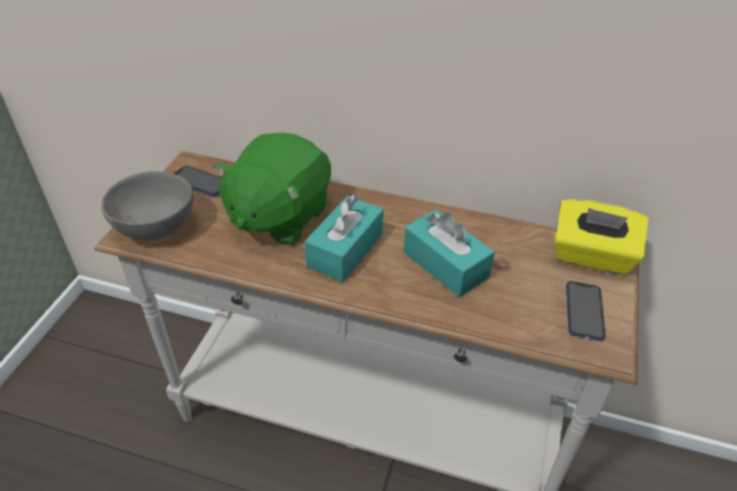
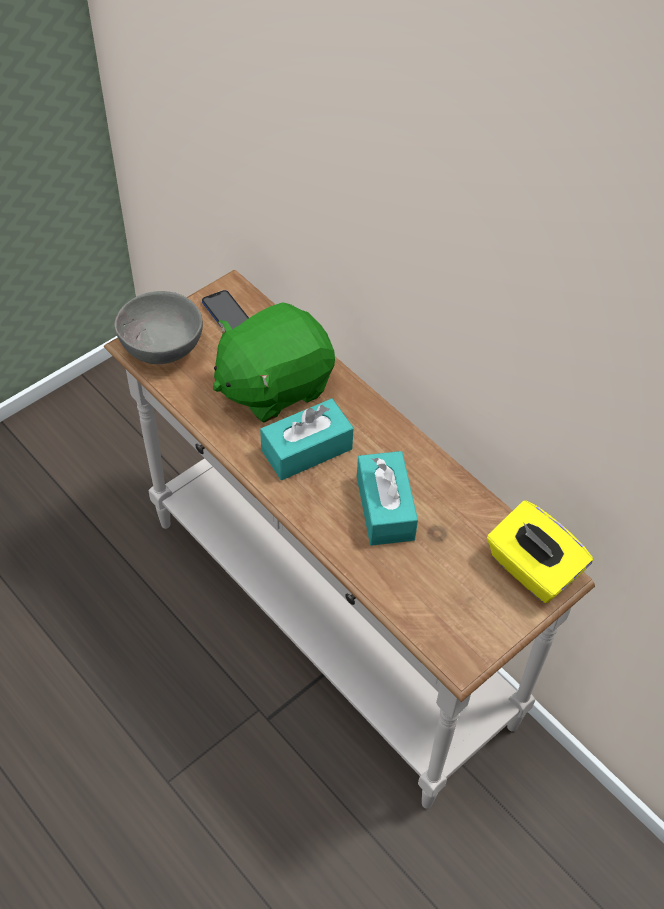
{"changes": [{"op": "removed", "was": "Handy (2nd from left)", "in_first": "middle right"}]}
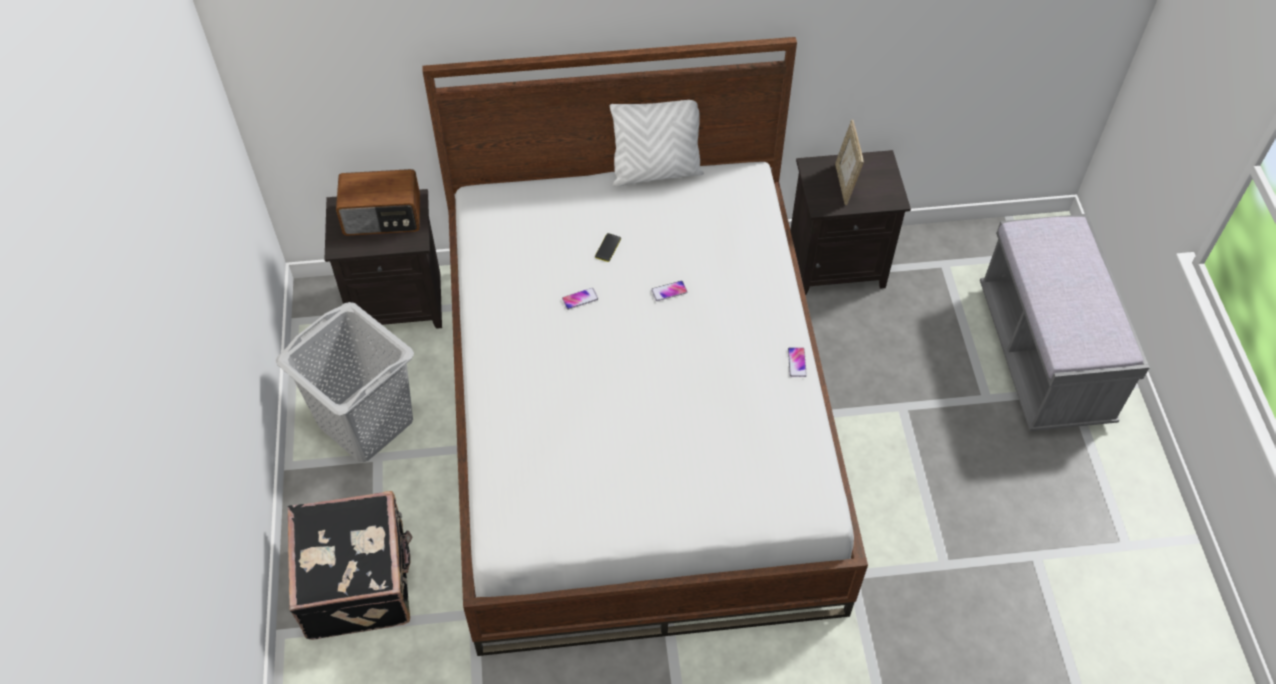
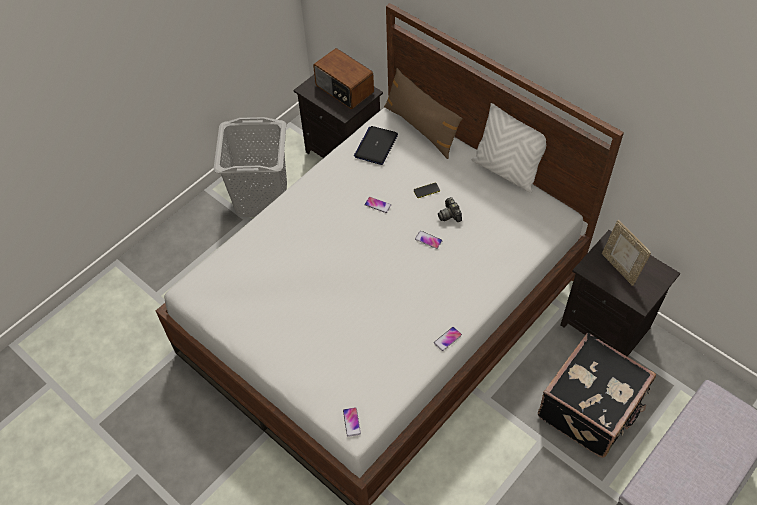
{"changes": [{"op": "added", "now": "Handy (1st from left)", "in_second": "bottom centre"}, {"op": "added", "now": "Laptop", "in_second": "top centre"}, {"op": "added", "now": "Kissen (braun)", "in_second": "top centre"}, {"op": "added", "now": "Kamera", "in_second": "centre"}, {"op": "moved", "was": "Koffer (schwarz)", "in_first": "bottom left", "in_second": "bottom right"}, {"op": "turned", "was": "Bilderrahmen", "in_first": "top centre", "in_second": "middle right", "clockwise": -75}]}
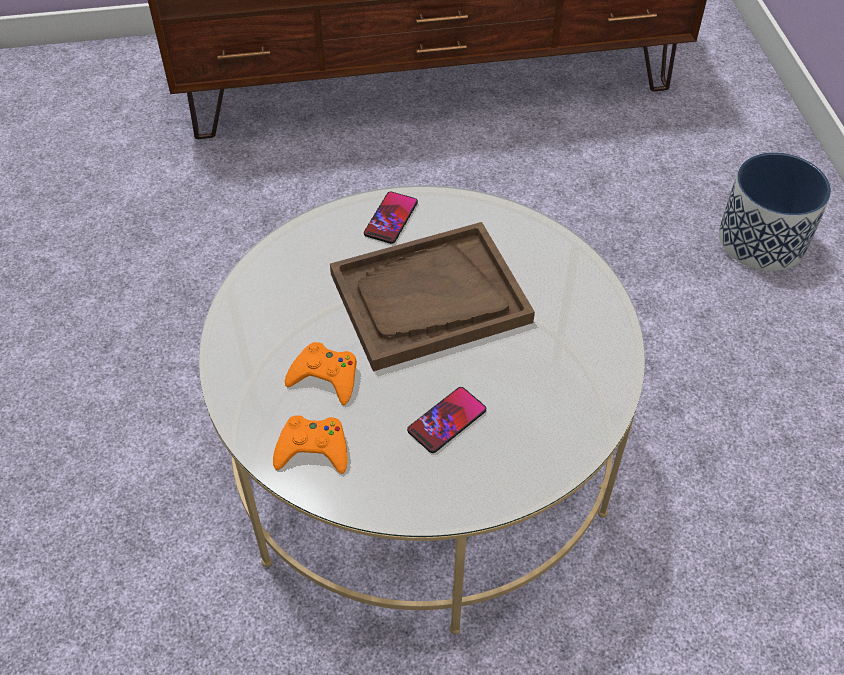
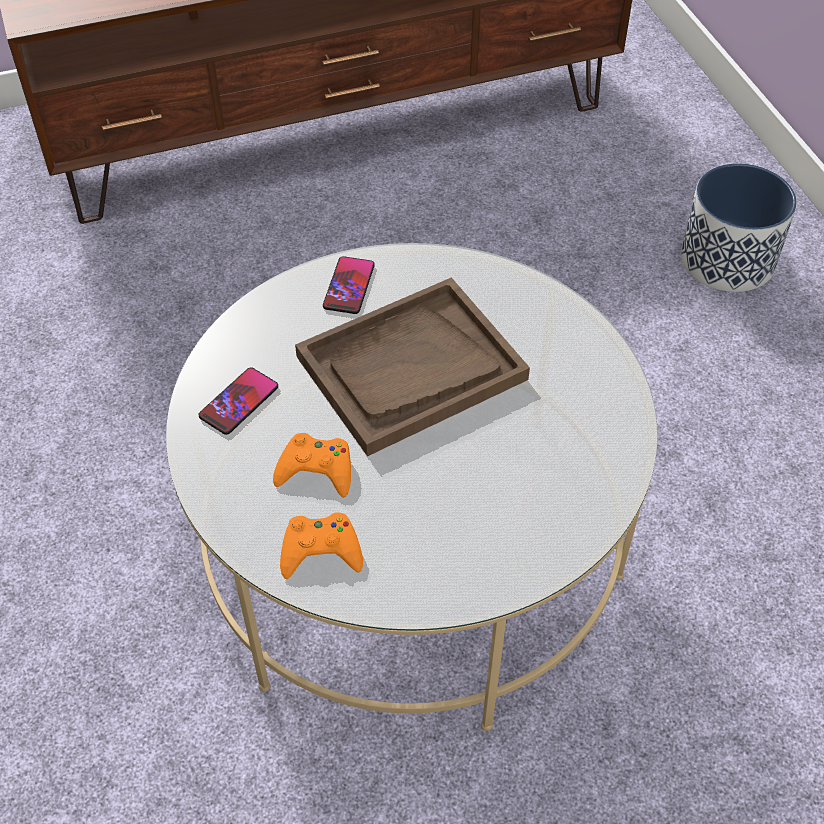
{"changes": [{"op": "moved", "was": "Handy (2nd from left in the first image)", "now": "Handy (1st from left)", "in_first": "centre", "in_second": "middle left"}]}
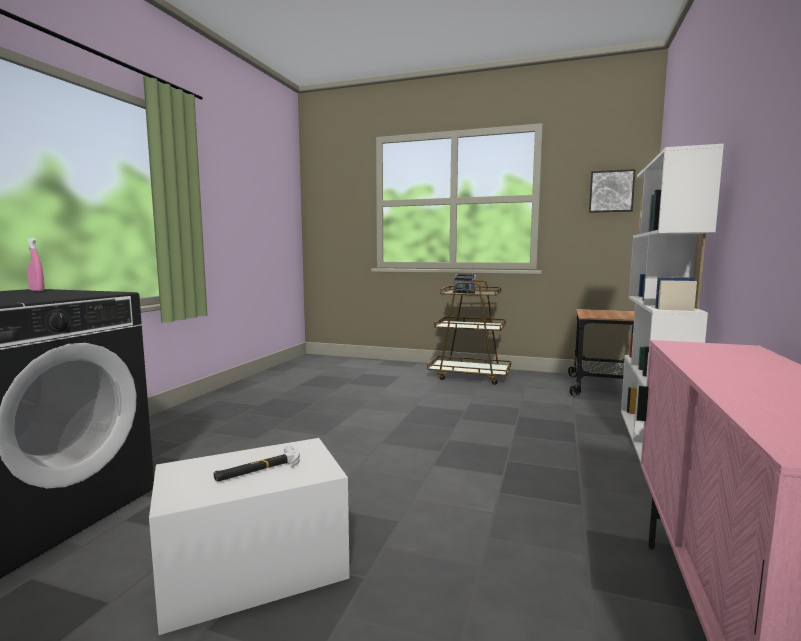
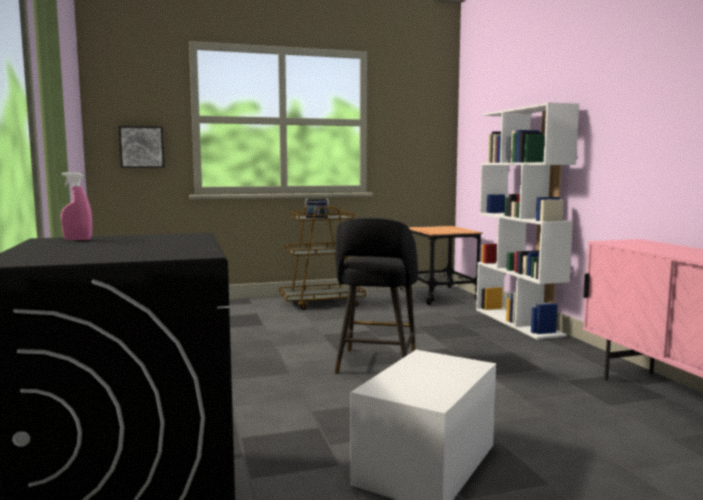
{"changes": [{"op": "removed", "was": "Hammer", "in_first": "bottom left"}, {"op": "added", "now": "Hocker (schwarz)", "in_second": "centre"}, {"op": "moved", "was": "Bild", "in_first": "top right", "in_second": "top left"}]}
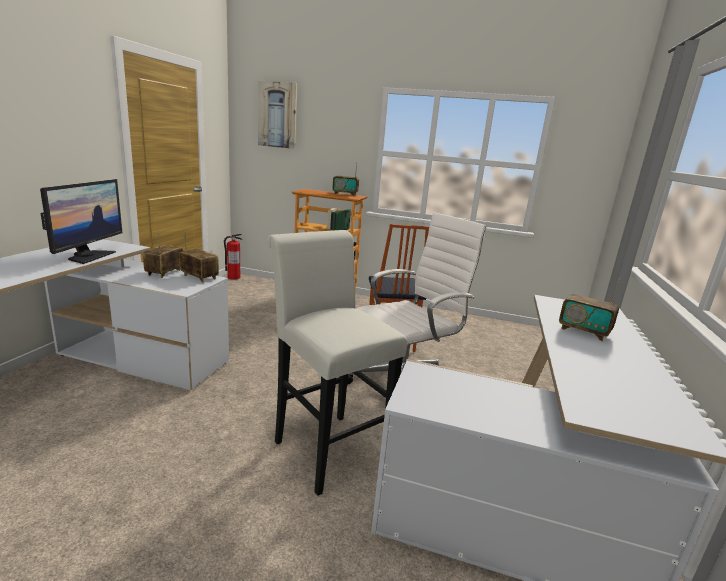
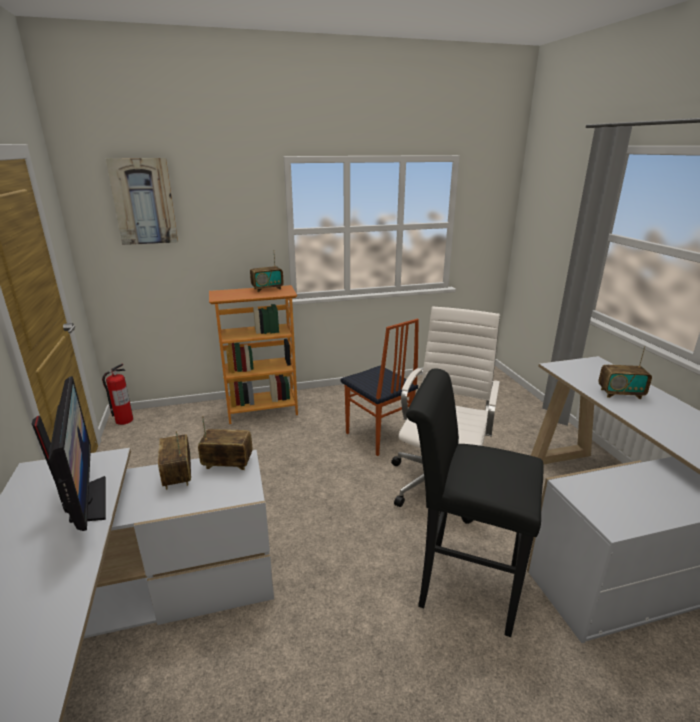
{"changes": [{"op": "recoloured", "was": "Hocker (weiß)", "now": "Hocker (schwarz)", "in_first": "centre", "in_second": "bottom right"}]}
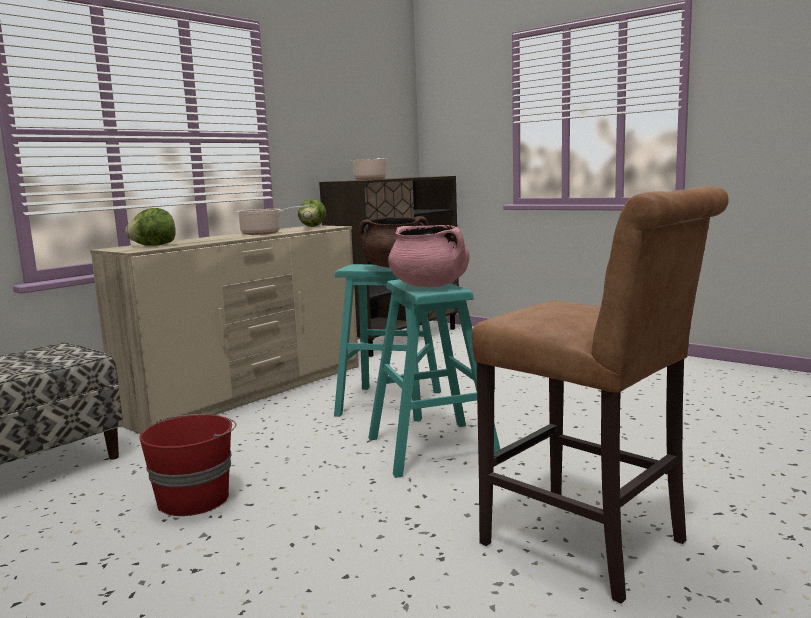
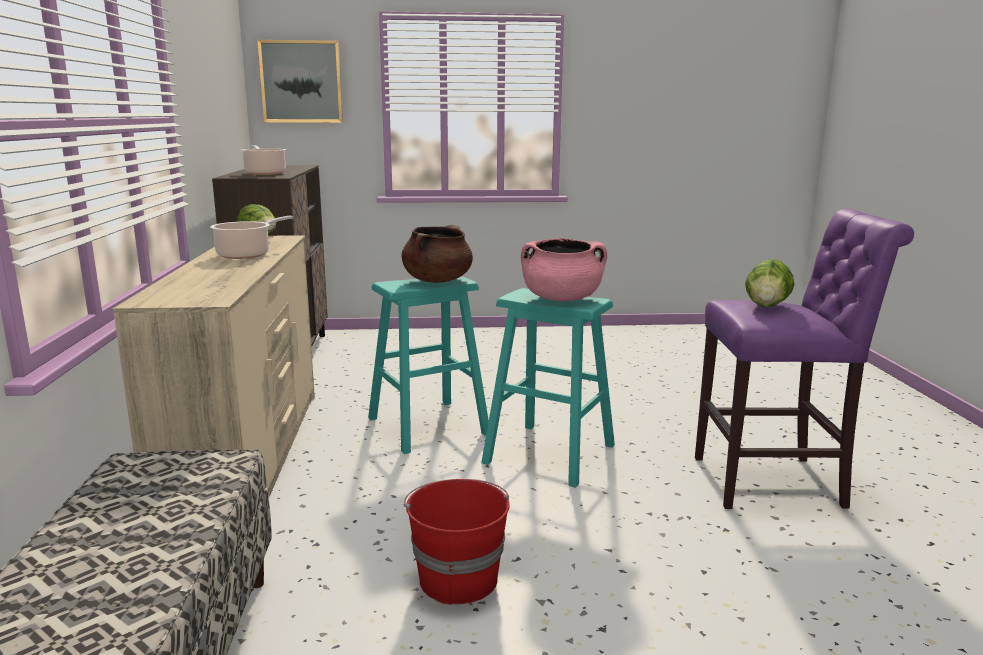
{"changes": [{"op": "added", "now": "Bild", "in_second": "top left"}, {"op": "moved", "was": "Salatkopf (1st from left in the first image)", "now": "Salatkopf (2nd from left)", "in_first": "middle left", "in_second": "middle right"}, {"op": "recoloured", "was": "Hocker (braun)", "now": "Hocker (lila)", "in_first": "middle right", "in_second": "middle right"}]}
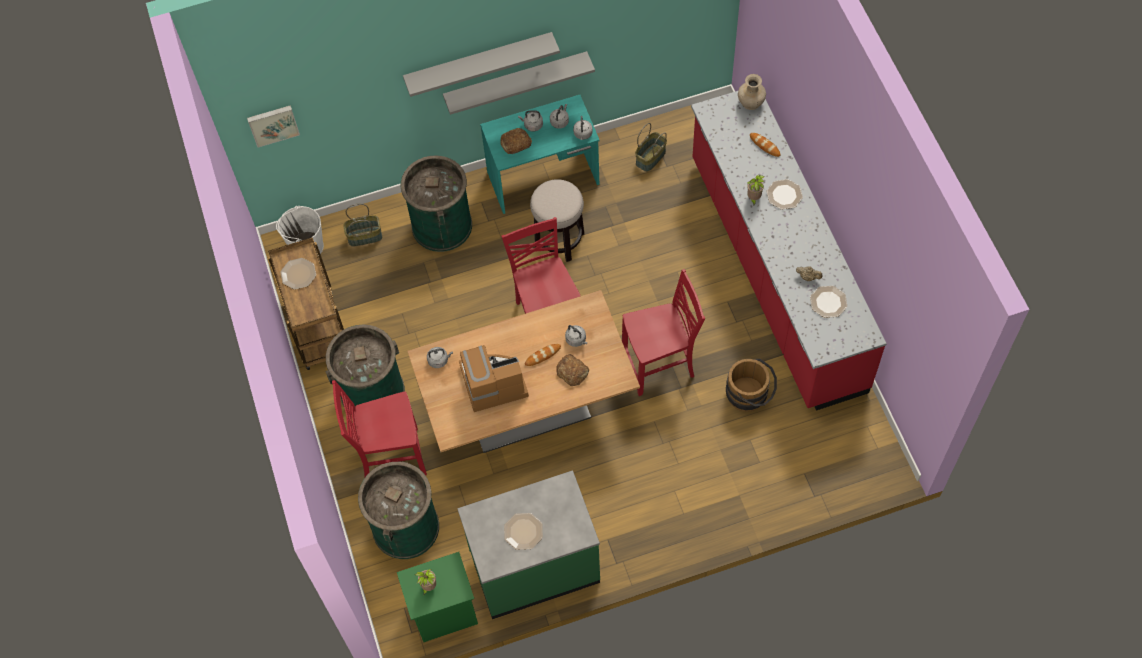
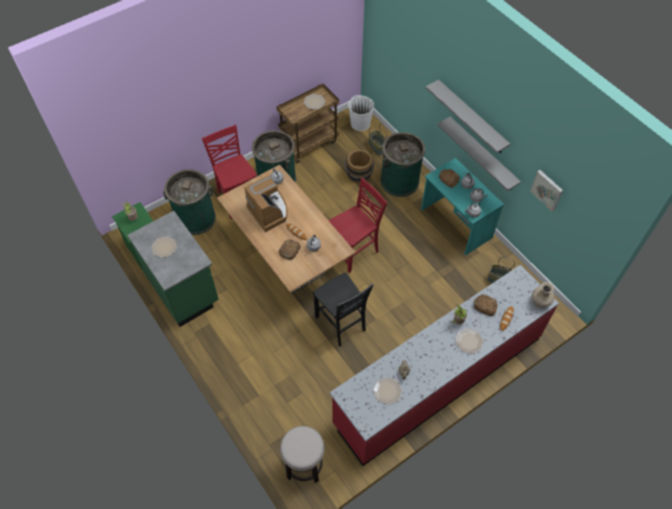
{"changes": [{"op": "added", "now": "Brot (4th from left)", "in_second": "middle right"}, {"op": "moved", "was": "Bild", "in_first": "top left", "in_second": "middle right"}, {"op": "moved", "was": "Hocker", "in_first": "centre", "in_second": "bottom centre"}, {"op": "moved", "was": "Eimer (braun)", "in_first": "centre", "in_second": "top centre"}, {"op": "recoloured", "was": "Stuhl (rot) (3rd from left)", "now": "Stuhl (schwarz)", "in_first": "centre", "in_second": "centre"}]}
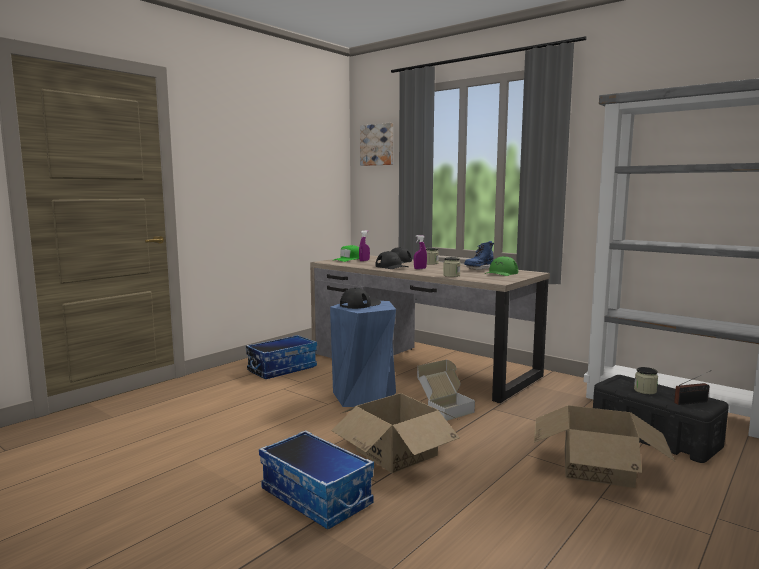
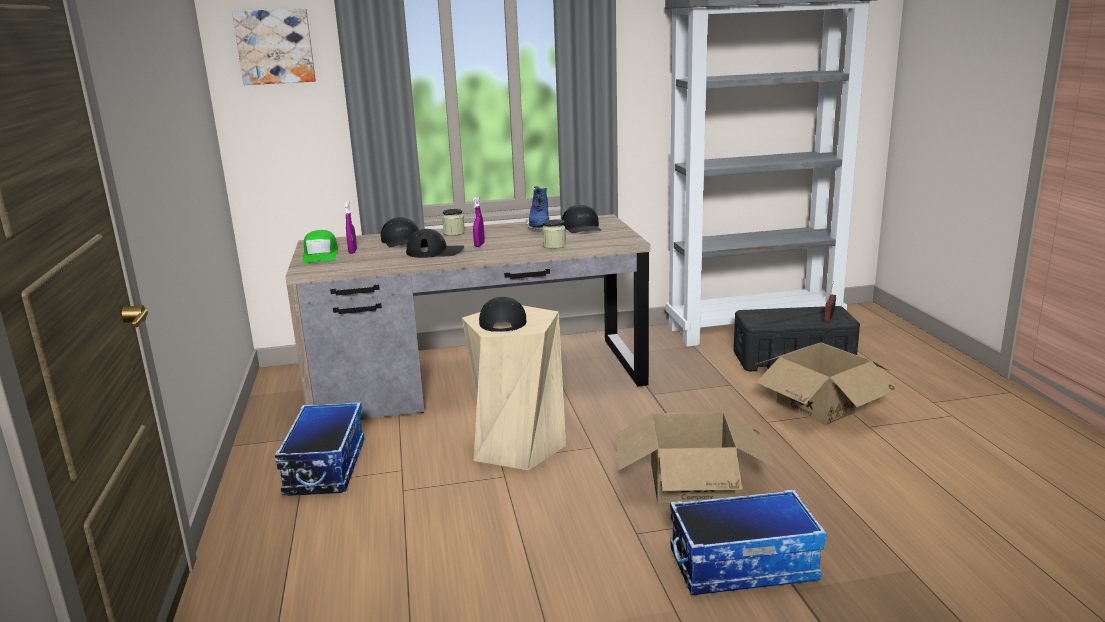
{"changes": [{"op": "removed", "was": "Karton (2nd from left)", "in_first": "bottom centre"}, {"op": "removed", "was": "Vorratsglas (3rd from left)", "in_first": "bottom right"}, {"op": "recoloured", "was": "Hocker (blau)", "now": "Hocker (beige)", "in_first": "centre", "in_second": "centre"}, {"op": "recoloured", "was": "Kappe (grün) (2nd from left)", "now": "Kappe (schwarz) (4th from left)", "in_first": "centre", "in_second": "centre"}]}
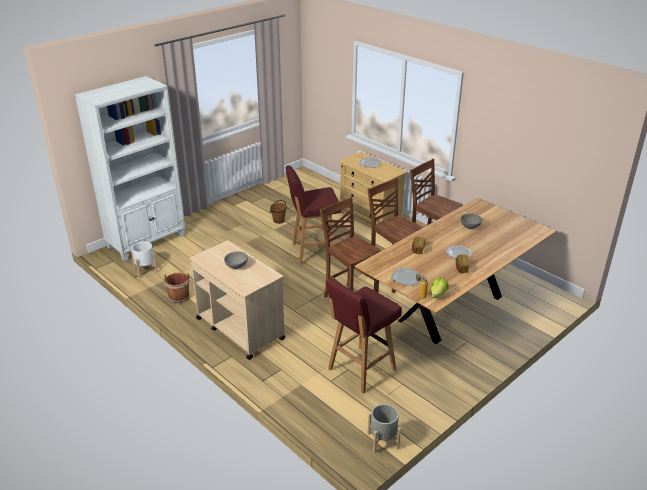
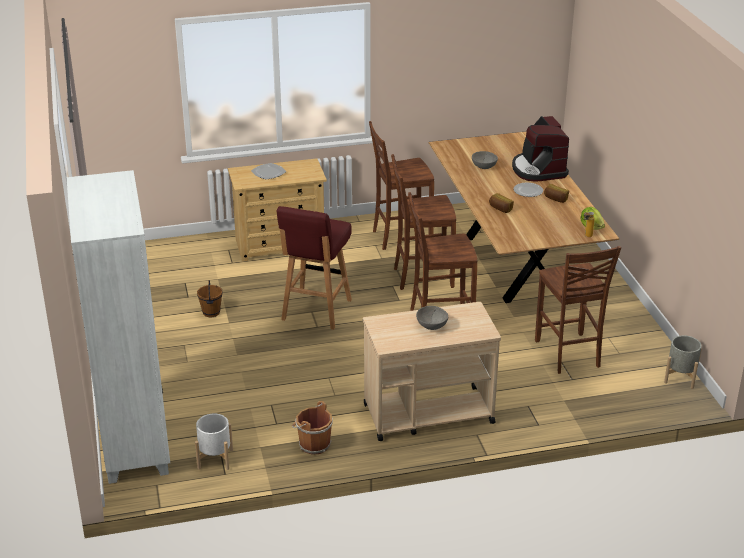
{"changes": [{"op": "removed", "was": "Teller (2nd from left)", "in_first": "centre"}, {"op": "added", "now": "Kaffeemaschine", "in_second": "top right"}, {"op": "replaced", "was": "Hocker (rot) (2nd from left)", "now": "Stuhl (braun) (4th from left)", "in_first": "bottom centre", "in_second": "middle right"}]}
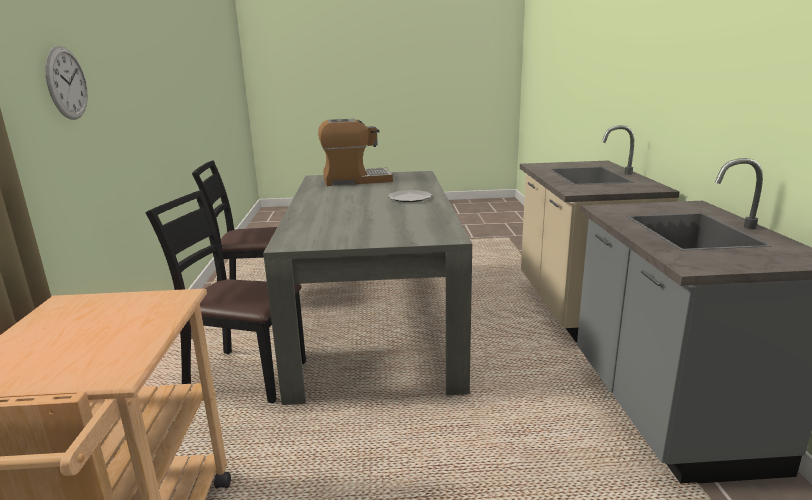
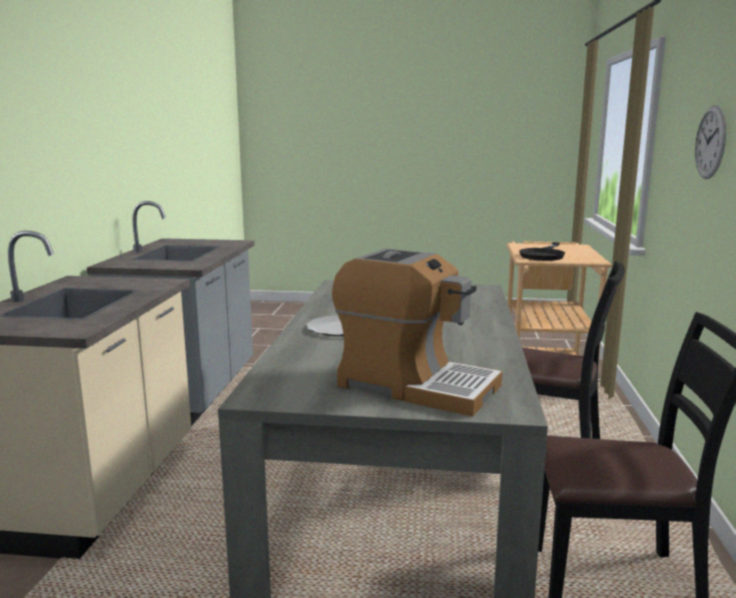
{"changes": [{"op": "added", "now": "Pfanne (schwarz)", "in_second": "middle right"}, {"op": "turned", "was": "Kaffeemaschine", "in_first": "top centre", "in_second": "centre", "clockwise": -150}]}
